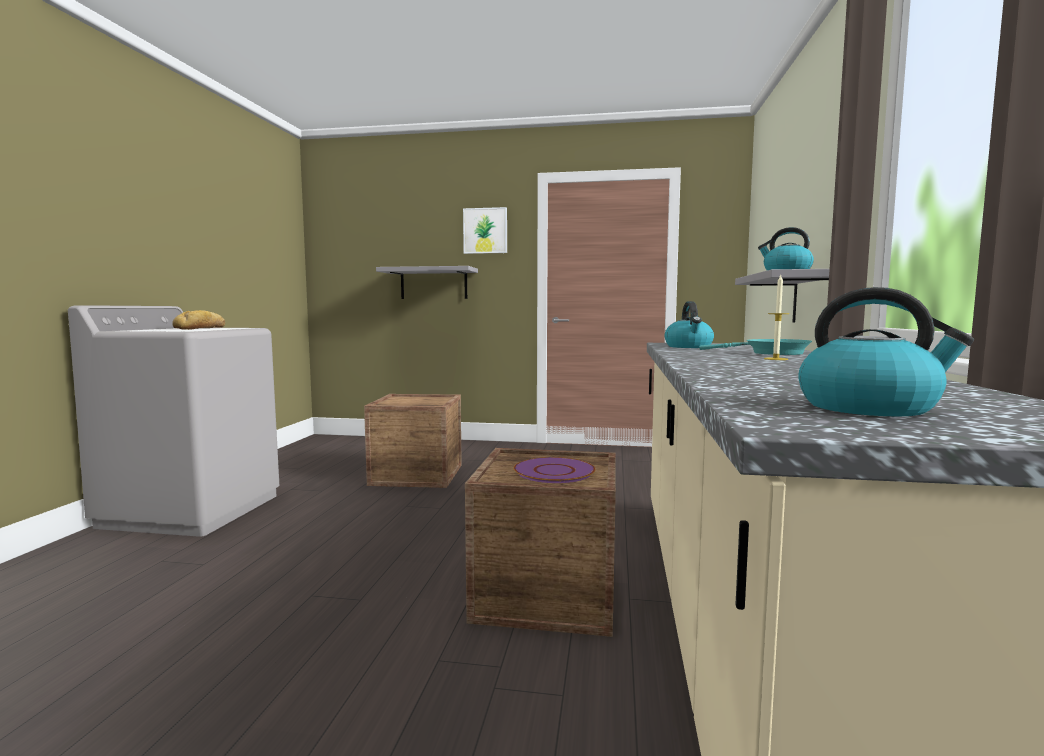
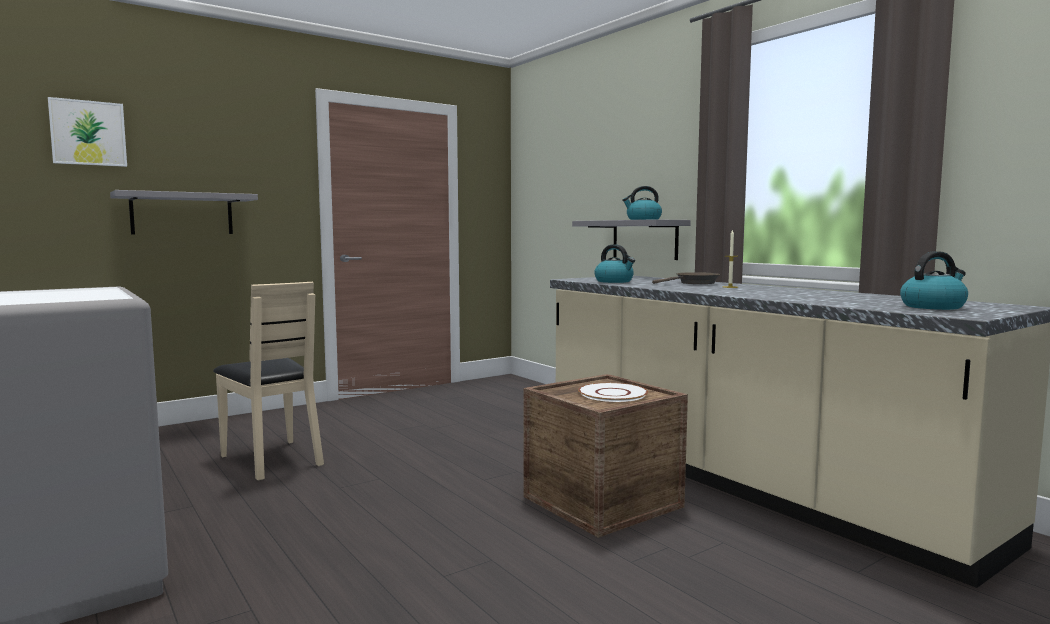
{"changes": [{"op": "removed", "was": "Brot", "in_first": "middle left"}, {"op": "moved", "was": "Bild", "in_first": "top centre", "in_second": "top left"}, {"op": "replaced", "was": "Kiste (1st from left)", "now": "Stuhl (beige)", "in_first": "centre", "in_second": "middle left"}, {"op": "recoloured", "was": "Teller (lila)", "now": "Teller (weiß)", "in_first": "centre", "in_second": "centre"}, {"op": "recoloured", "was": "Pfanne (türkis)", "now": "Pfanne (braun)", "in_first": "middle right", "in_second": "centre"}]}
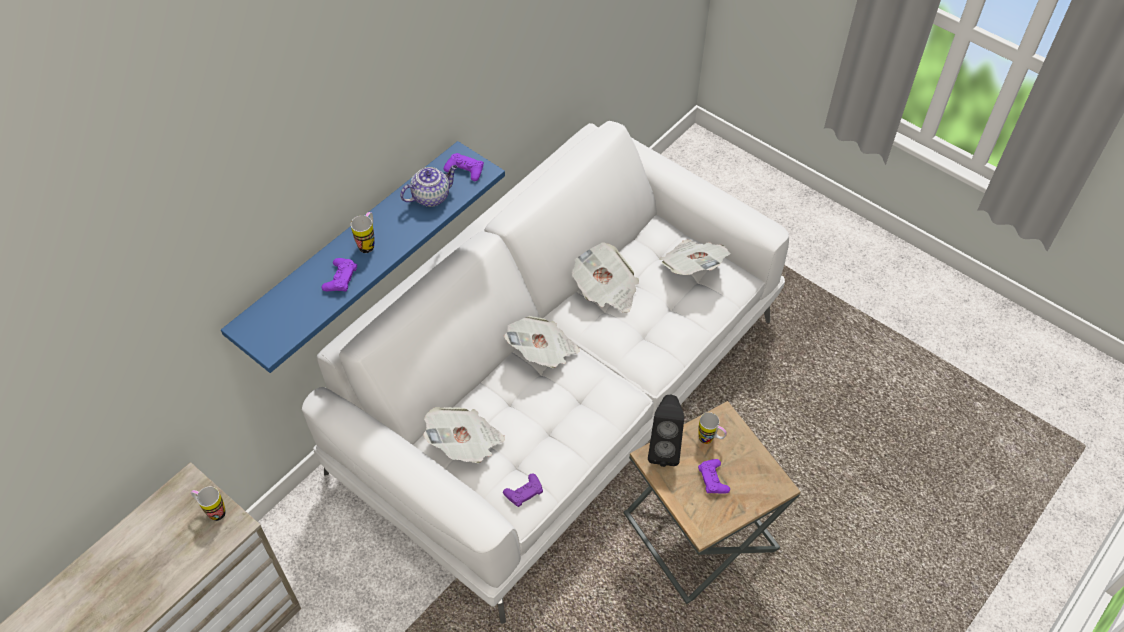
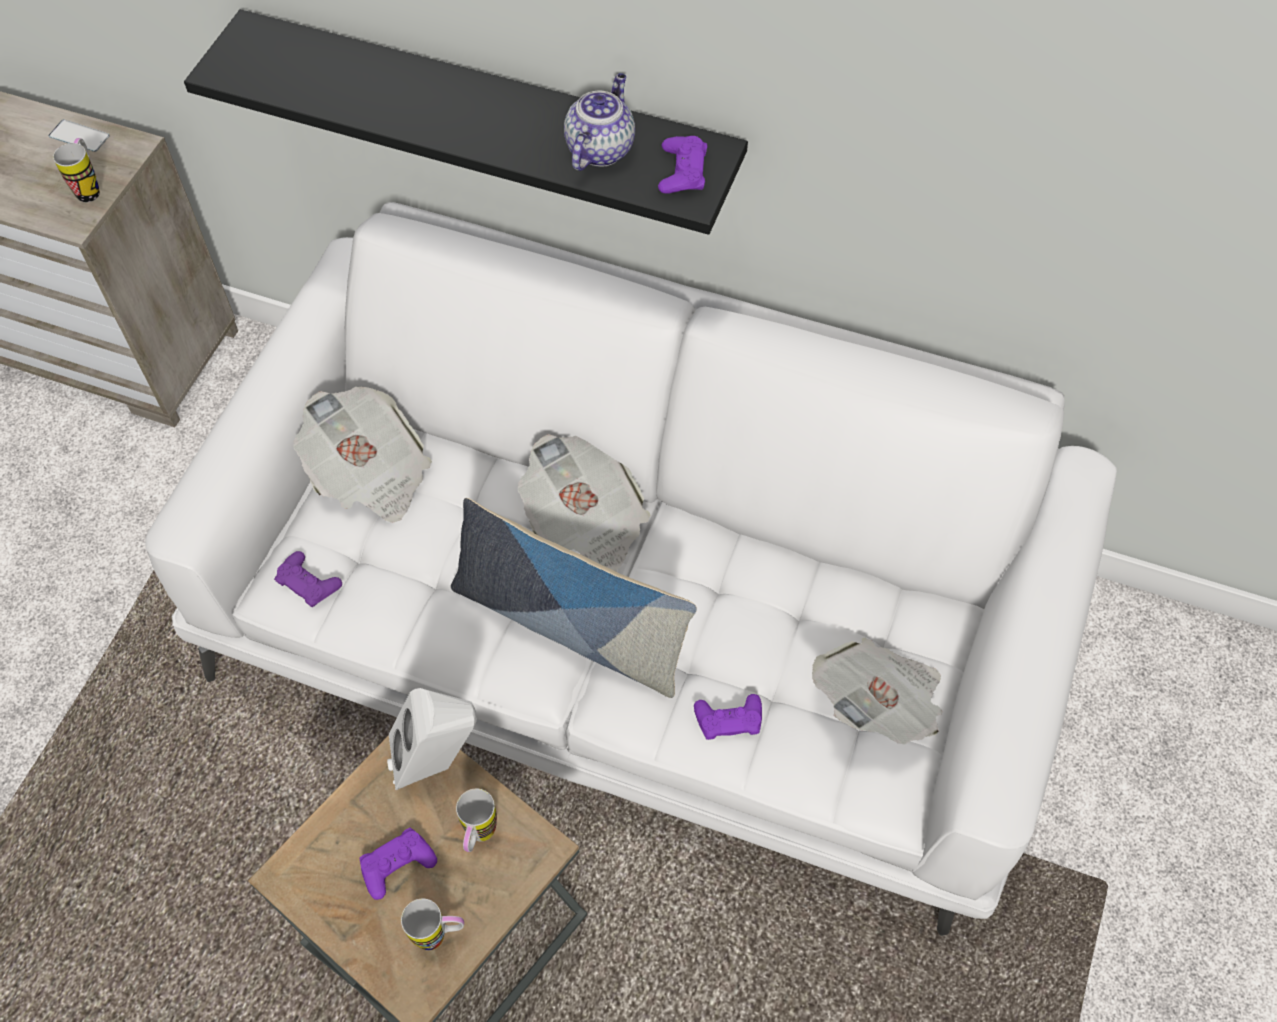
{"changes": [{"op": "removed", "was": "Zeitung (3rd from left)", "in_first": "centre"}, {"op": "added", "now": "Handy", "in_second": "top left"}, {"op": "added", "now": "Kissen", "in_second": "centre"}, {"op": "moved", "was": "Gamepad (lila) (1st from left in the first image)", "now": "Gamepad (lila) (4th from left)", "in_first": "middle left", "in_second": "bottom centre"}, {"op": "moved", "was": "Henkelbecher (2nd from left)", "in_first": "middle left", "in_second": "bottom centre"}, {"op": "recoloured", "was": "Wandregal (blau)", "now": "Wandregal (schwarz)", "in_first": "middle left", "in_second": "top centre"}, {"op": "recoloured", "was": "Lautsprecher (schwarz)", "now": "Lautsprecher (weiß)", "in_first": "bottom centre", "in_second": "bottom centre"}, {"op": "turned", "was": "Teekanne", "in_first": "top centre", "in_second": "top centre", "clockwise": -105}]}
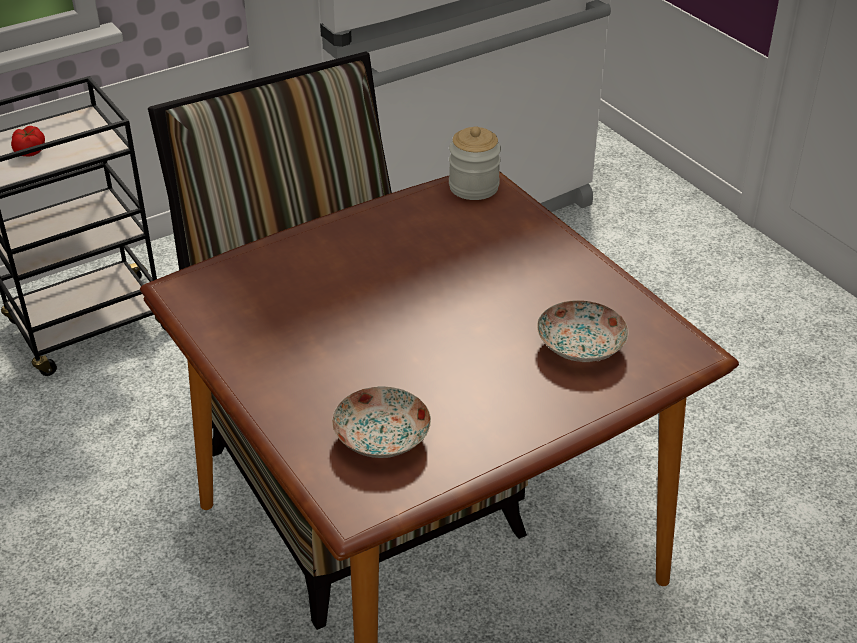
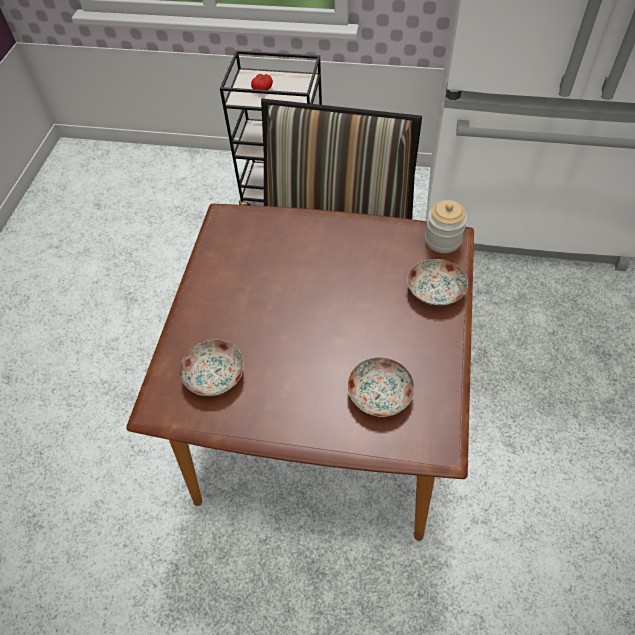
{"changes": [{"op": "added", "now": "Teller (3rd from left)", "in_second": "middle right"}]}
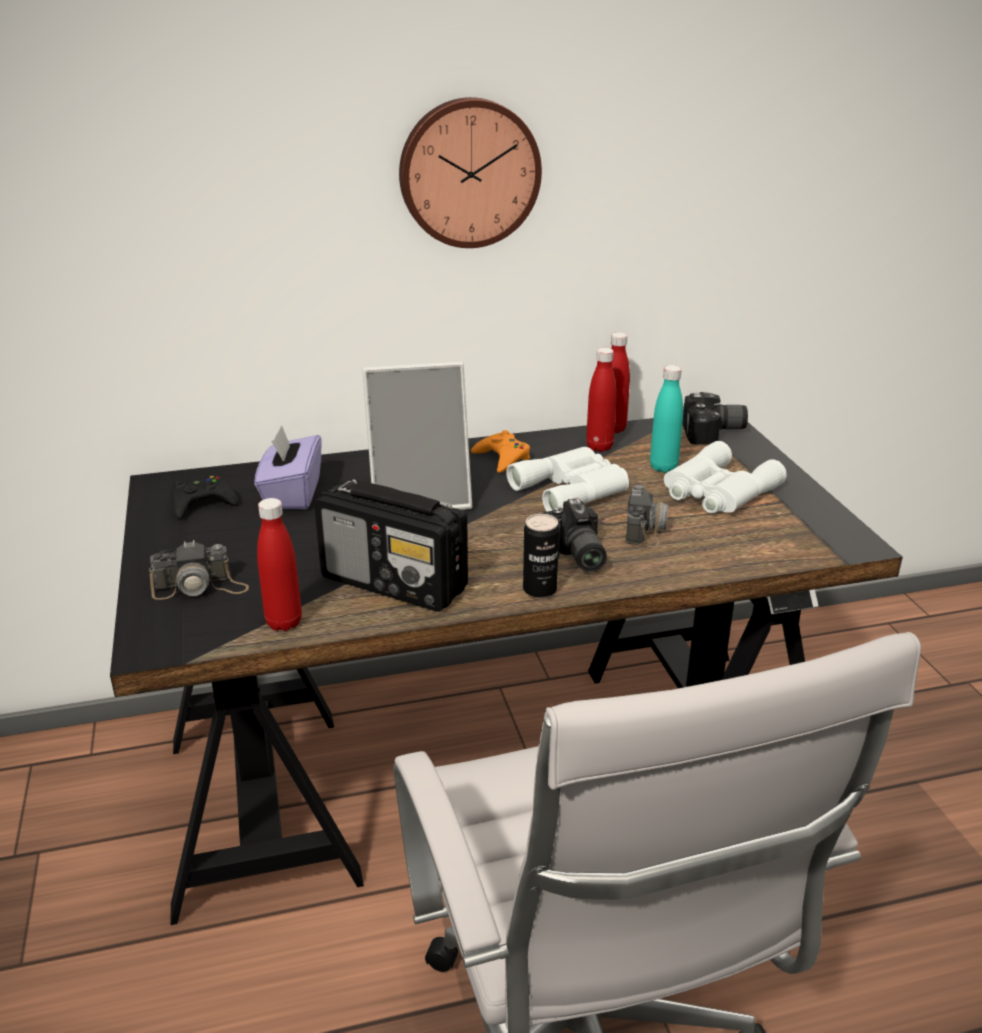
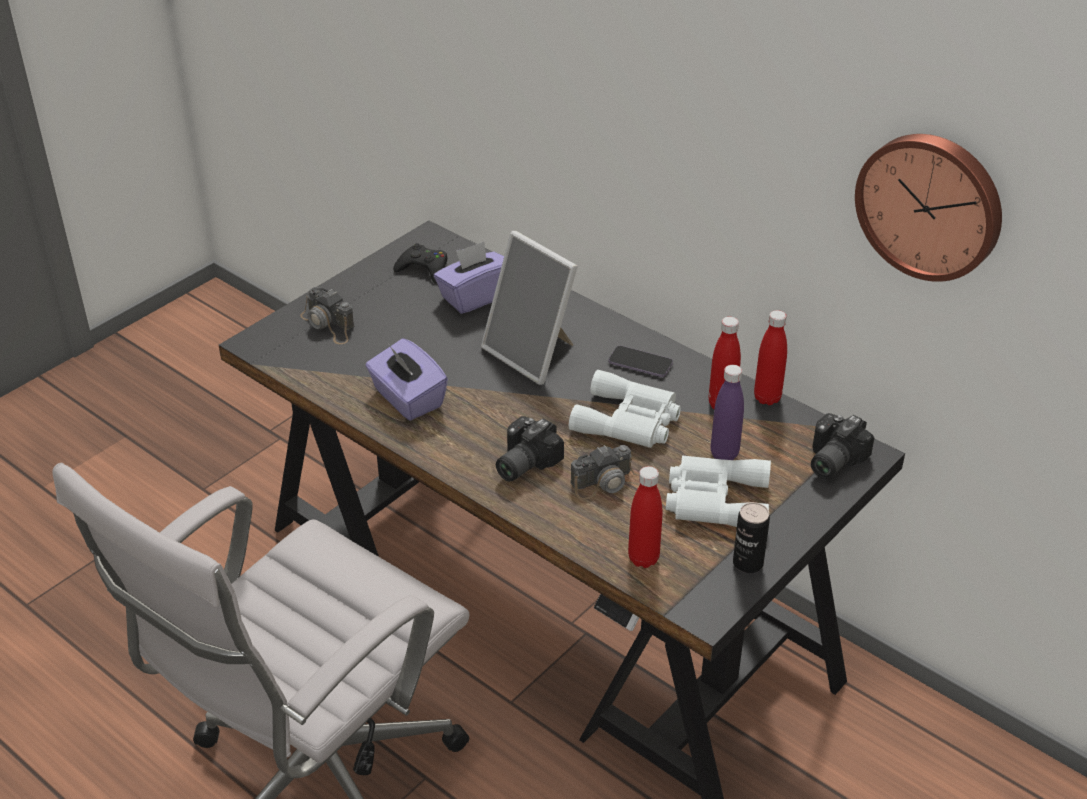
{"changes": [{"op": "moved", "was": "Flasche (rot) (1st from left)", "in_first": "middle left", "in_second": "centre"}, {"op": "moved", "was": "Wanduhr", "in_first": "top centre", "in_second": "top right"}, {"op": "moved", "was": "Dose", "in_first": "centre", "in_second": "bottom right"}, {"op": "replaced", "was": "Radio", "now": "Taschentuchbox (lila) (1st from left)", "in_first": "centre", "in_second": "centre"}, {"op": "replaced", "was": "Gamepad (orange)", "now": "Handy", "in_first": "centre", "in_second": "centre"}, {"op": "recoloured", "was": "Flasche (türkis)", "now": "Flasche (lila)", "in_first": "middle right", "in_second": "middle right"}, {"op": "turned", "was": "Kamera (4th from left)", "in_first": "middle right", "in_second": "middle right", "clockwise": 75}]}
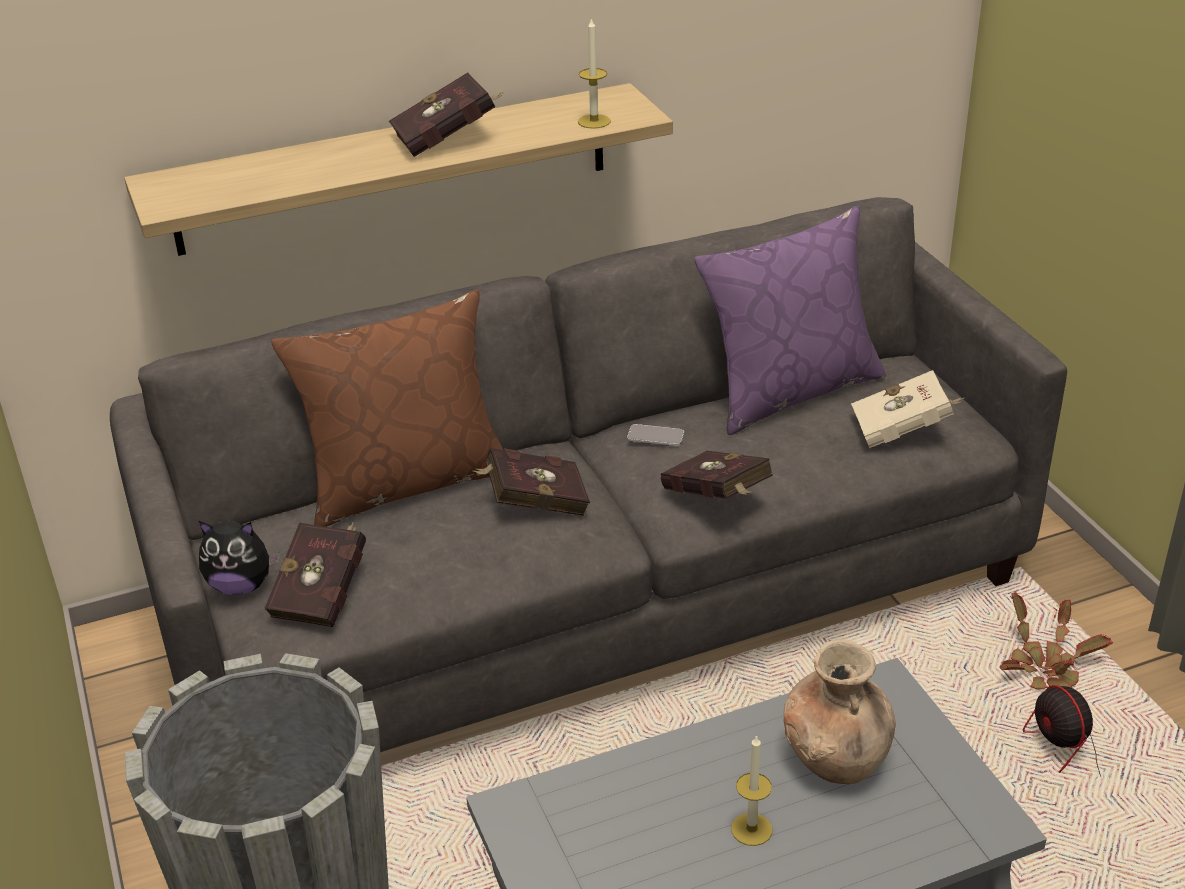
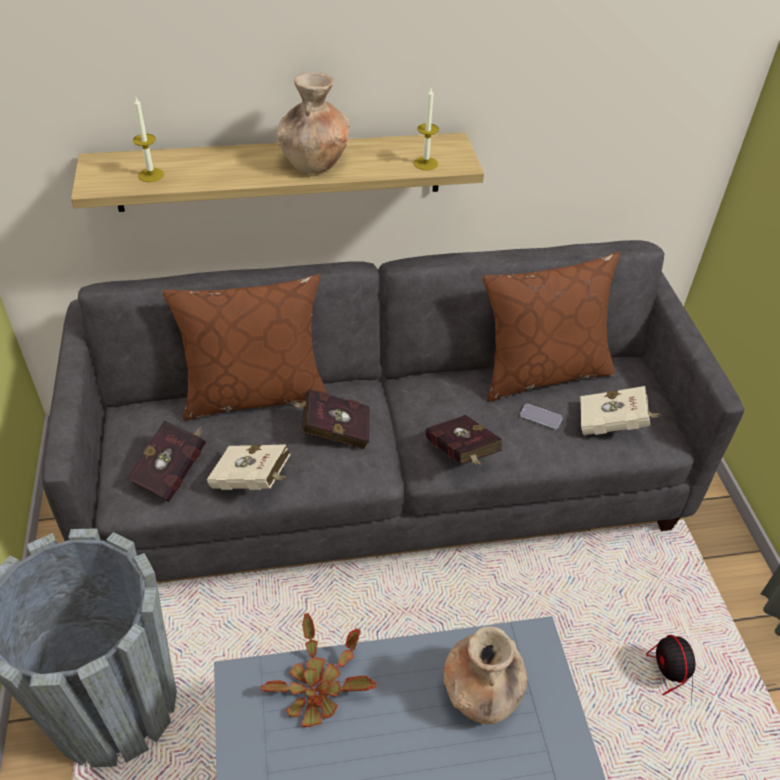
{"changes": [{"op": "removed", "was": "Plüschtier", "in_first": "middle left"}, {"op": "added", "now": "Buch (beige) (1st from left)", "in_second": "middle left"}, {"op": "moved", "was": "Handy", "in_first": "centre", "in_second": "middle right"}, {"op": "moved", "was": "Kerze (2nd from left in the first image)", "now": "Kerze (1st from left)", "in_first": "bottom centre", "in_second": "top left"}, {"op": "moved", "was": "Topfpflanze", "in_first": "bottom right", "in_second": "bottom centre"}, {"op": "replaced", "was": "Buch (rot) (2nd from left)", "now": "Vase (braun) (1st from left)", "in_first": "top centre", "in_second": "top centre"}, {"op": "recoloured", "was": "Kissen (lila)", "now": "Kissen (braun) (2nd from left)", "in_first": "middle right", "in_second": "middle right"}]}
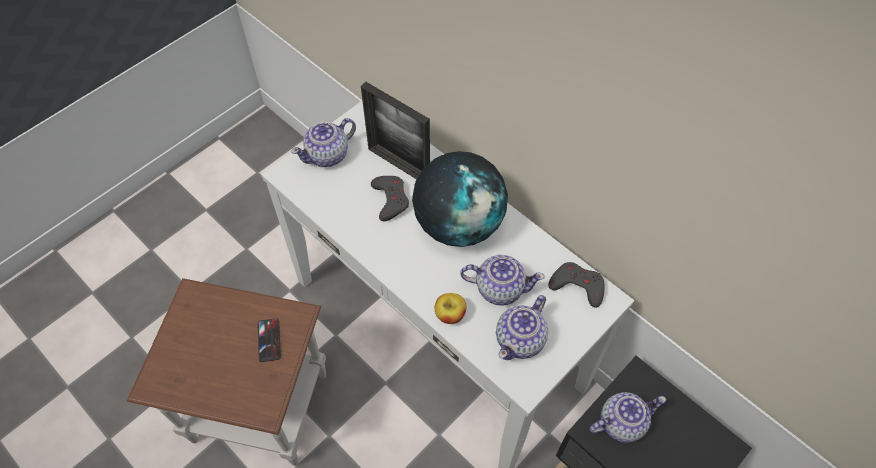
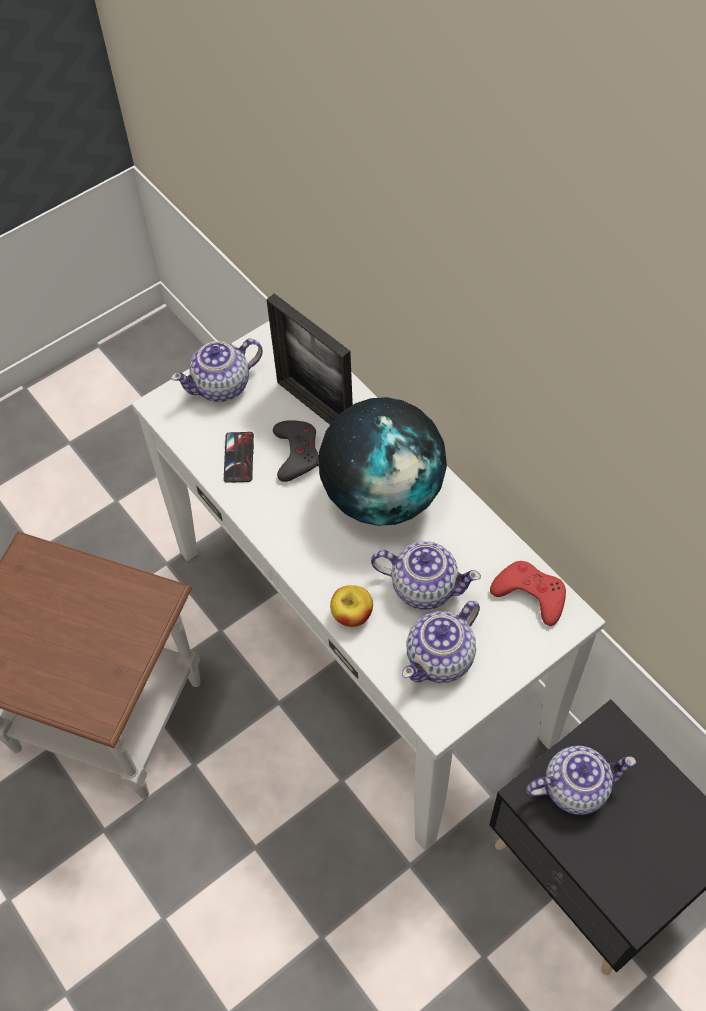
{"changes": [{"op": "moved", "was": "Handy", "in_first": "bottom left", "in_second": "centre"}, {"op": "recoloured", "was": "Gamepad (grau) (2nd from left)", "now": "Gamepad (rot)", "in_first": "centre", "in_second": "middle right"}]}
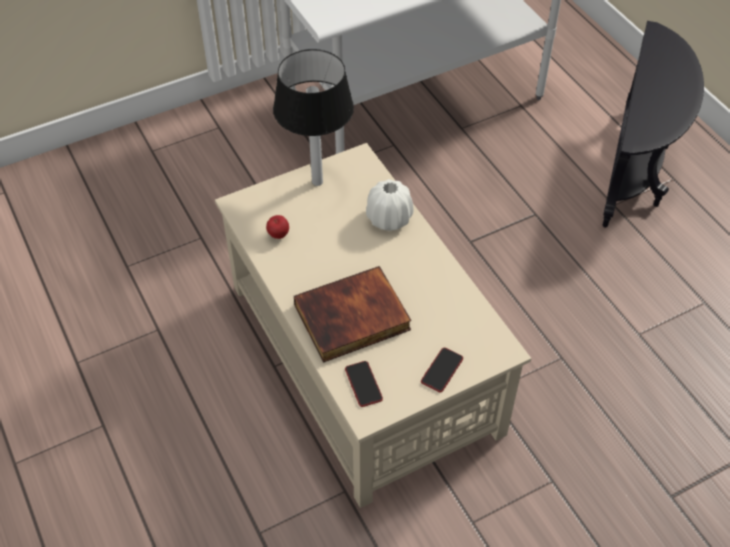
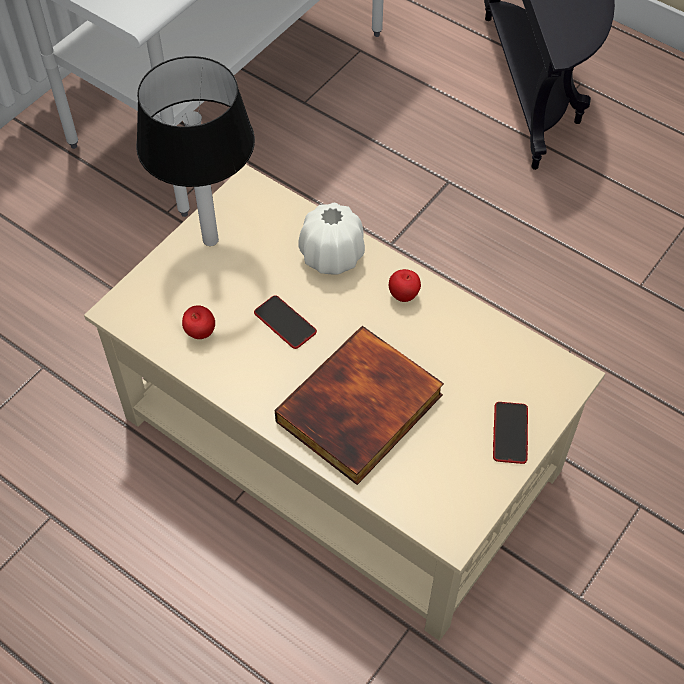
{"changes": [{"op": "added", "now": "Apfel (2nd from left)", "in_second": "centre"}, {"op": "moved", "was": "Handy (1st from left)", "in_first": "bottom centre", "in_second": "centre"}]}
